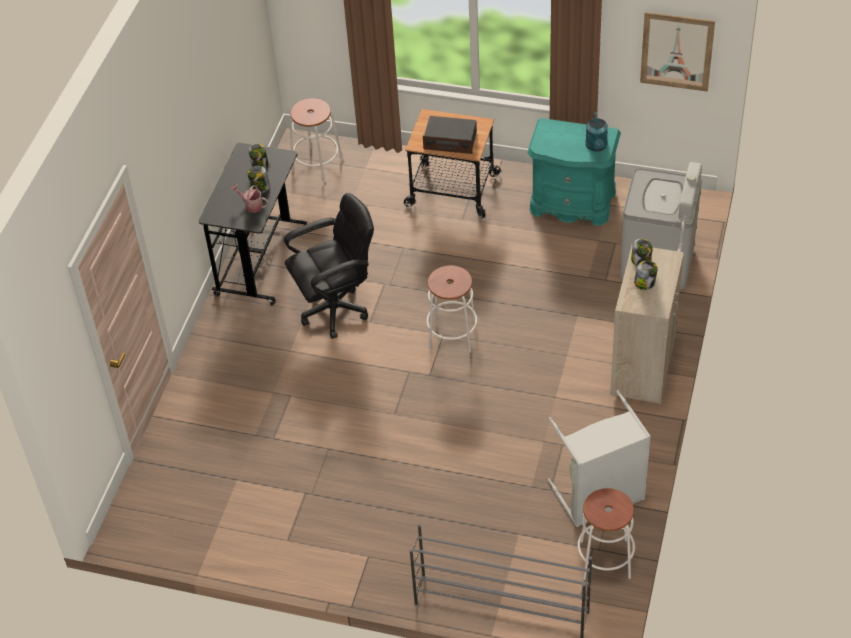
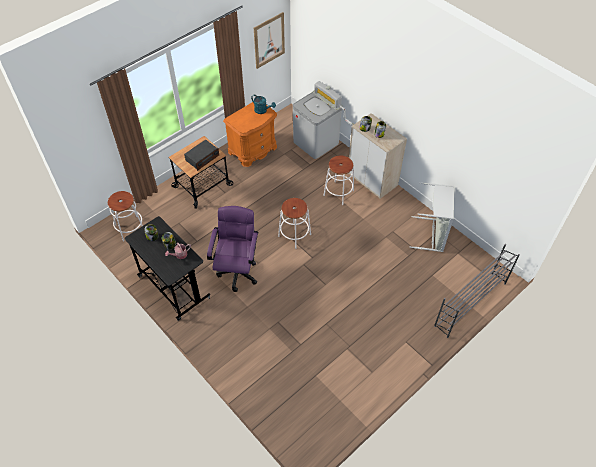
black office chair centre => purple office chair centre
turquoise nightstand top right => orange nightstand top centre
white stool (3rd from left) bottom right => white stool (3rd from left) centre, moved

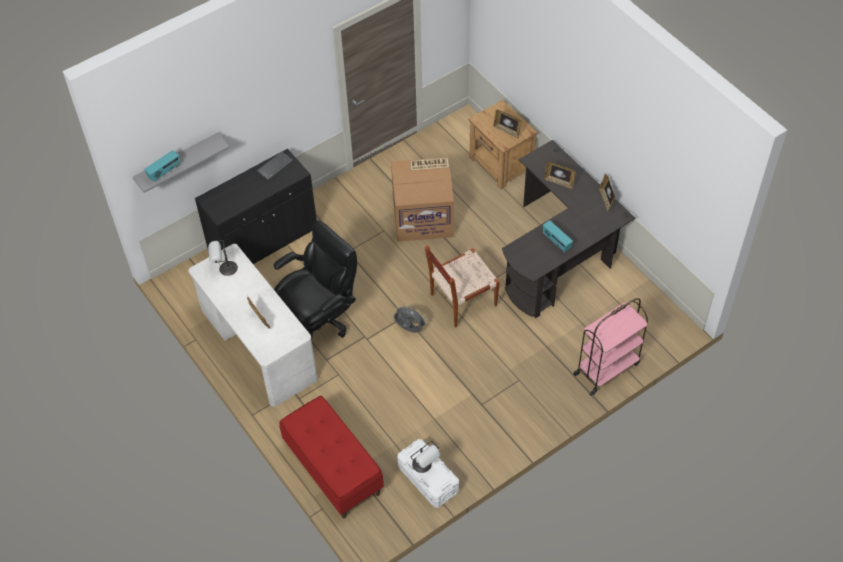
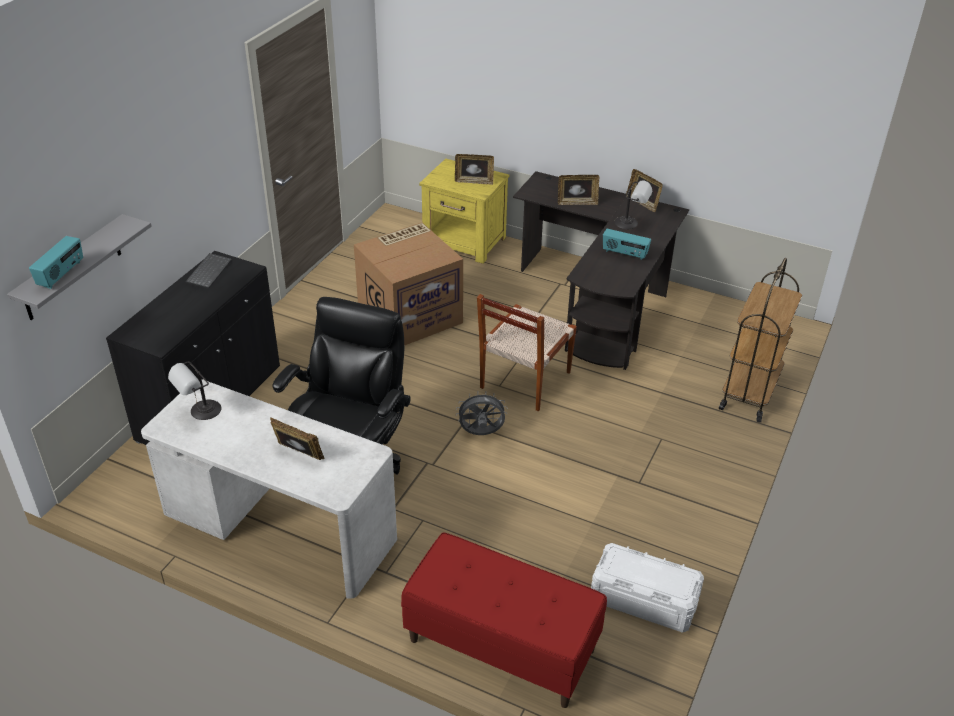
brown nightstand top centre => yellow nightstand top centre
table lamp (2nd from left) bottom centre => table lamp (2nd from left) top centre, moved
pink cart middle right => brown cart middle right

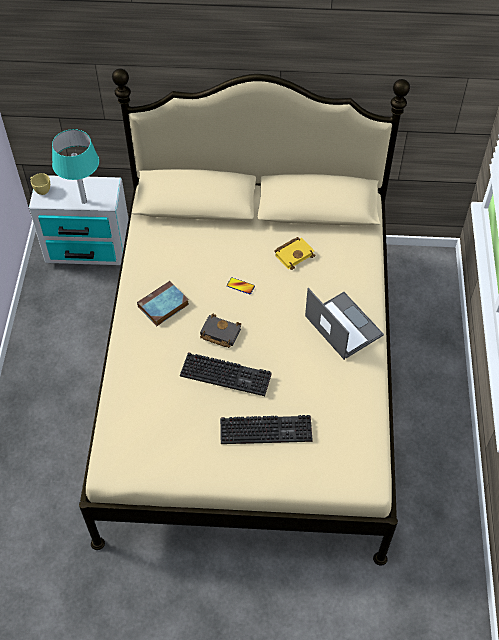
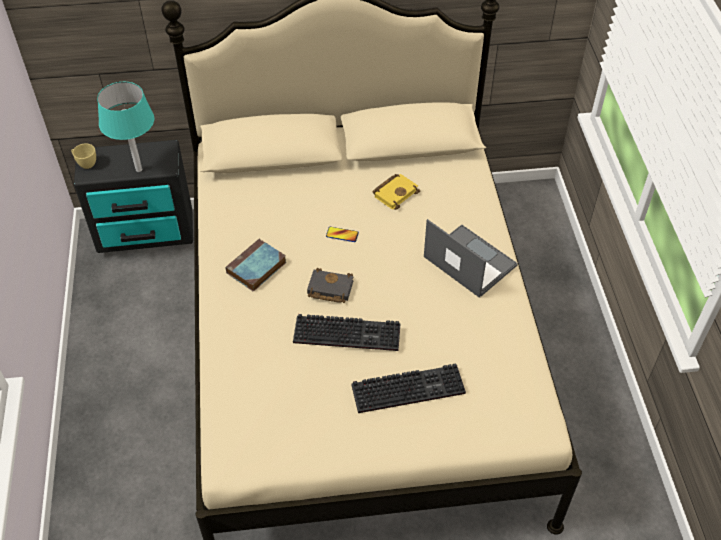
white nightstand middle left => black nightstand middle left

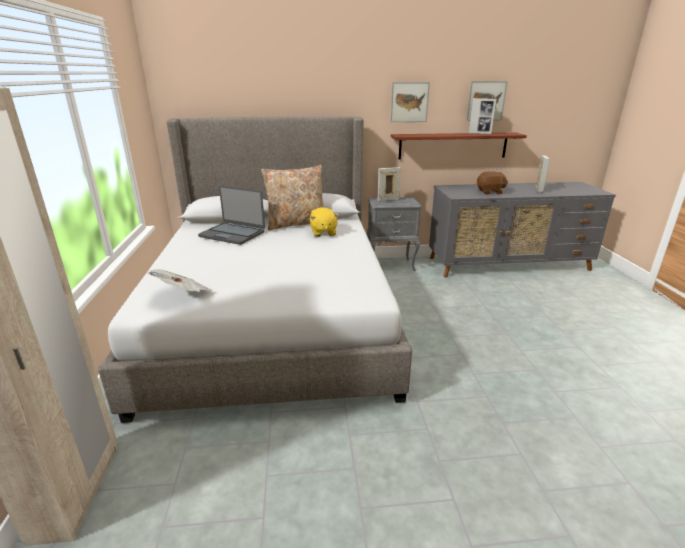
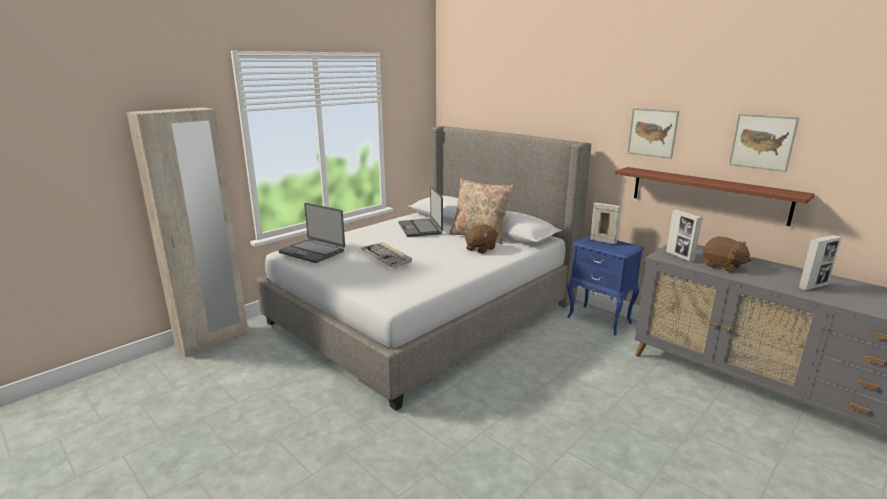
newspaper middle left => laptop (1st from left) centre
nothing => keyboard centre
yellow plush toy centre => brown plush toy (1st from left) centre
grey nightstand centre => blue nightstand middle right
picture frame (2nd from left) top right => picture frame (2nd from left) middle right, moved

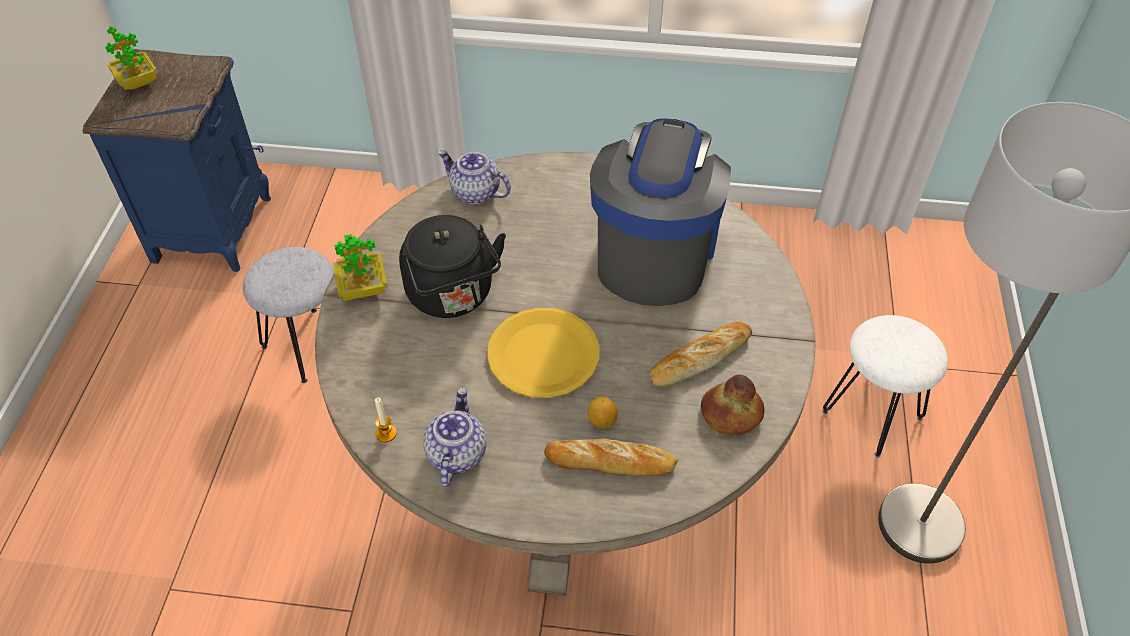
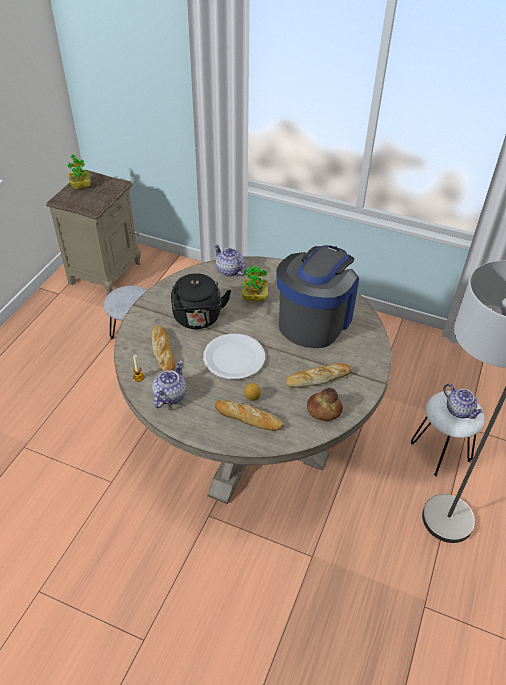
blue nightstand top left => beige nightstand middle left
nothing => bread (1st from left) middle left
yellow plate centre => white plate centre
potted plant (2nd from left) middle left => potted plant (2nd from left) centre, moved
nothing => teapot (3rd from left) middle right

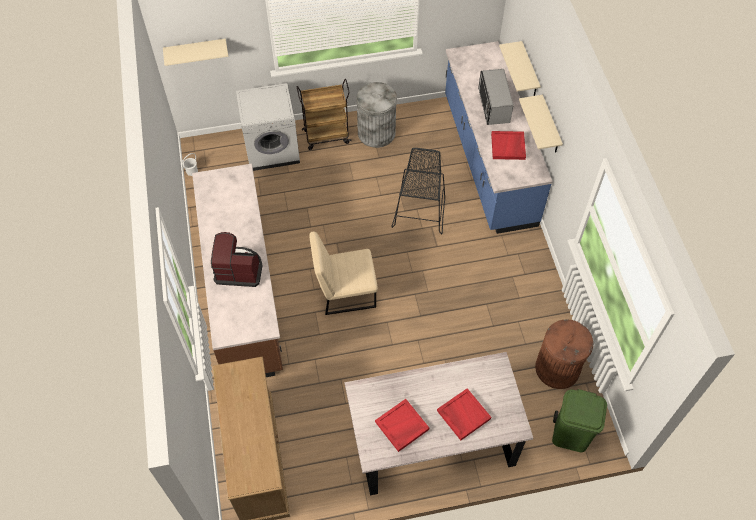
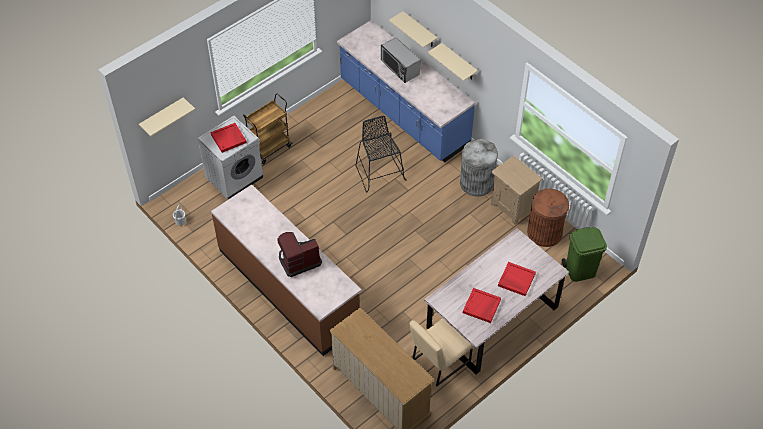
red tray (3rd from left in the first image) top right => red tray (1st from left) top left, moved
beige chair centre => beige chair bottom centre, moved
grey trash can top centre => grey trash can centre, moved
nothing => beige nightstand middle right

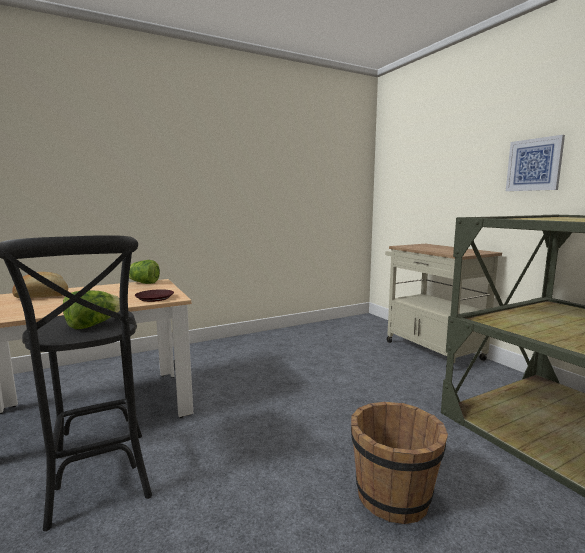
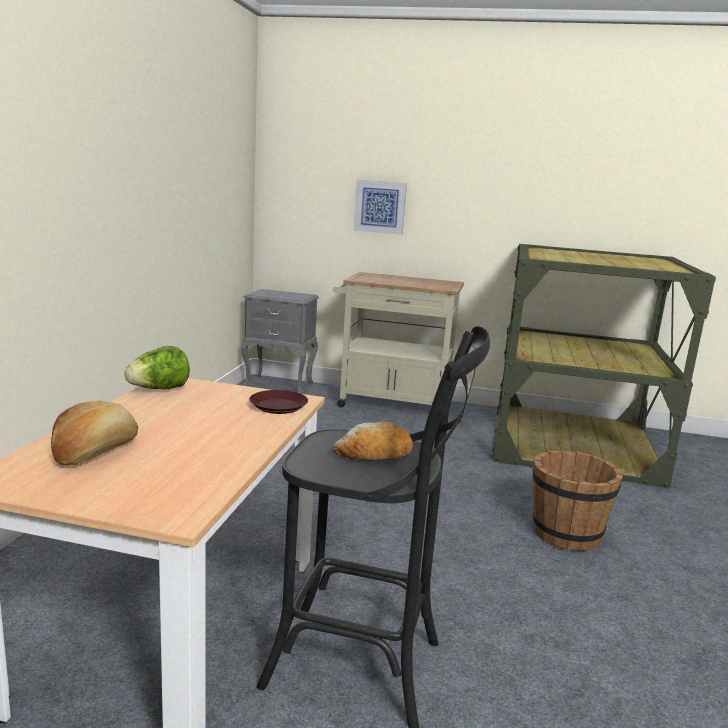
nothing => grey nightstand centre
lettuce (1st from left) middle left => bread (2nd from left) centre
picture top right => picture top centre, moved

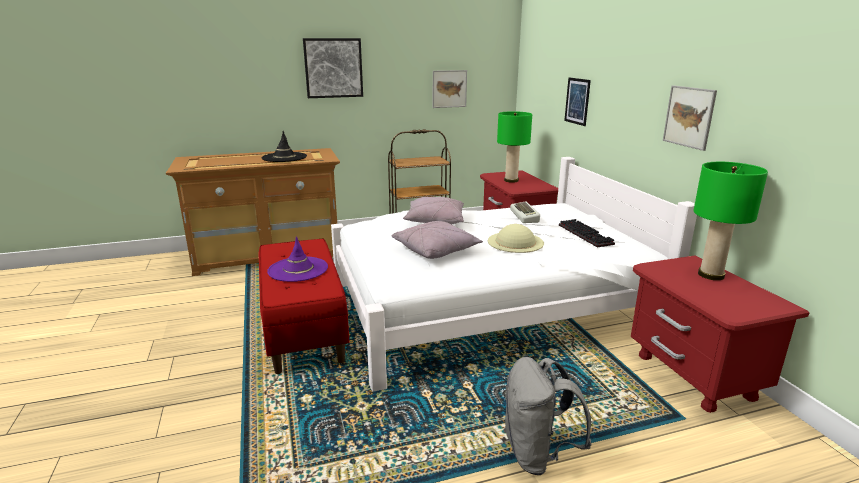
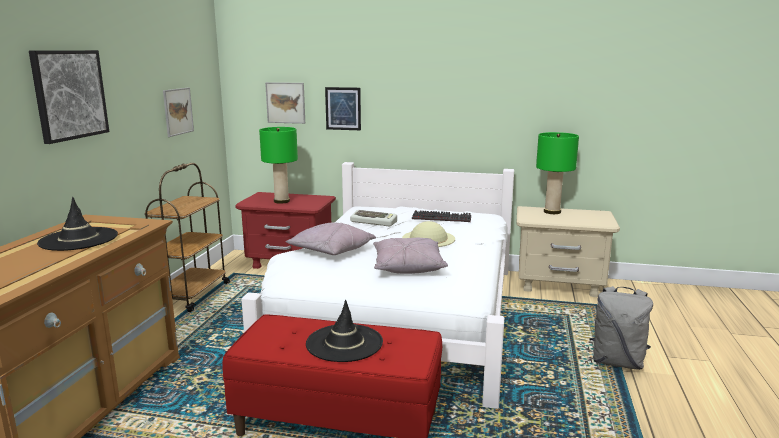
picture (4th from left in the first image) top right => picture (3rd from left) top centre, moved
purple hat centre => black hat (2nd from left) bottom centre
red nightstand (2nd from left) bottom right => beige nightstand middle right

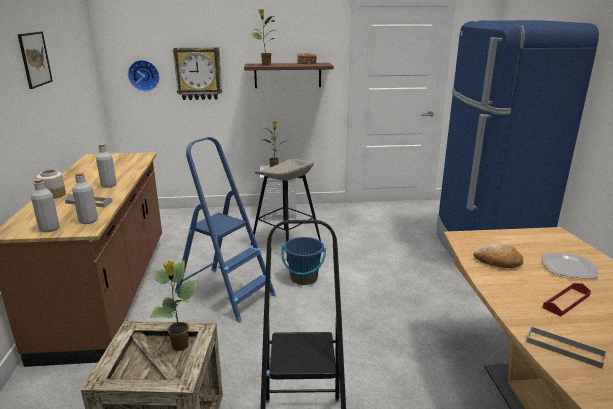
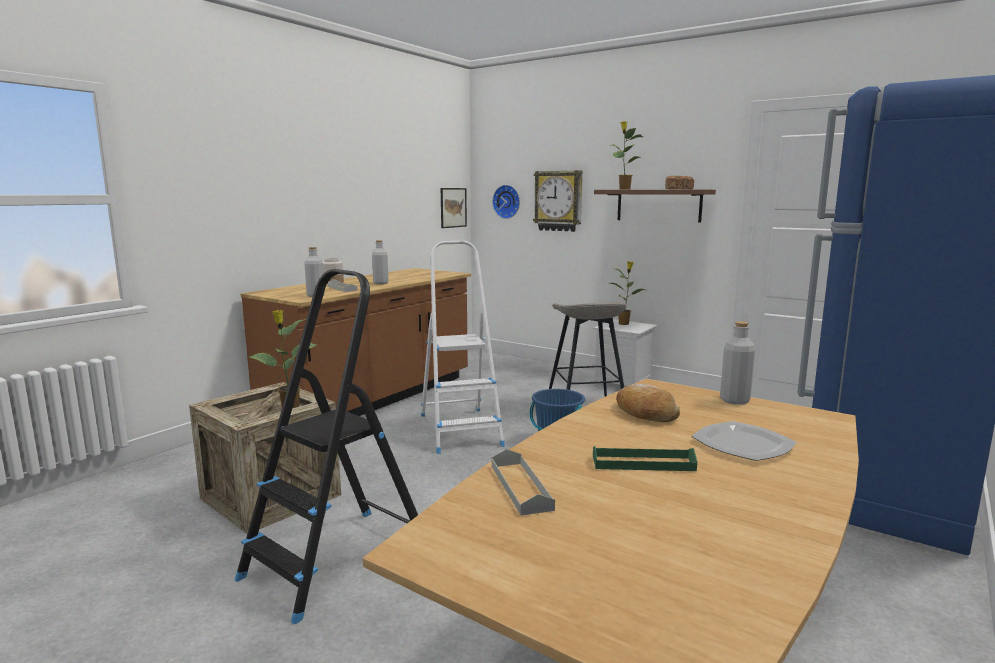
blue step ladder centre => white step ladder centre
picture top left => picture top centre, moved
red tray bottom right => green tray bottom centre
grey bottle (1st from left in the first image) middle left => grey bottle (3rd from left) middle right, moved

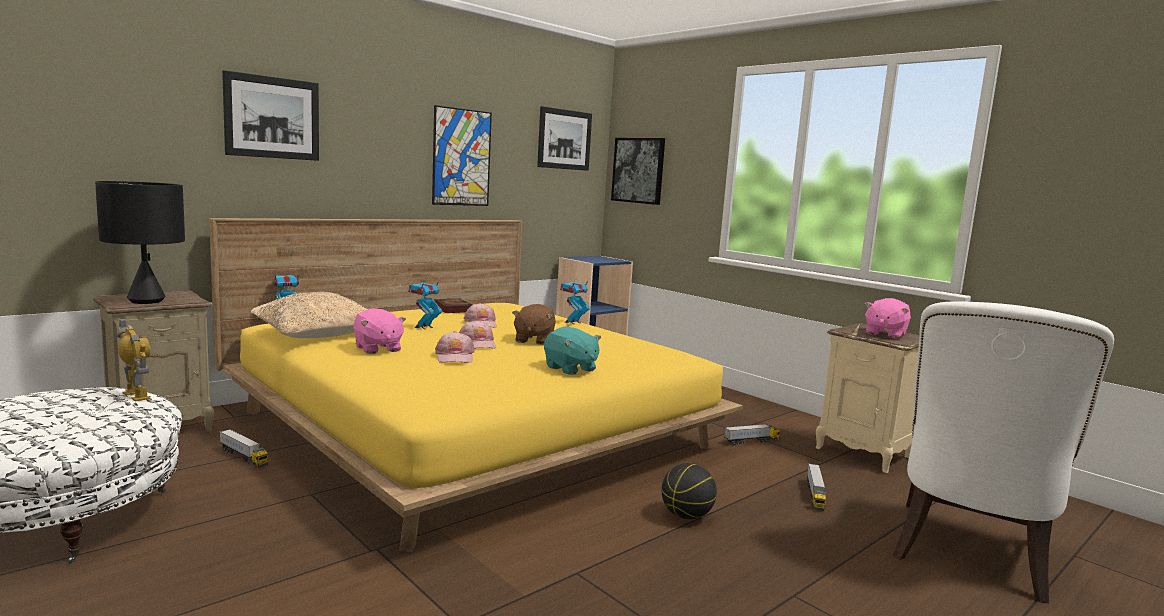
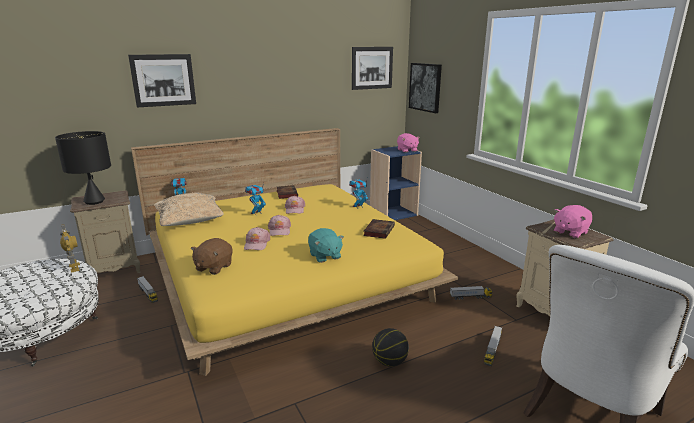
brown plush toy centre => brown plush toy middle left, moved
nothing => book (2nd from left) centre
pink plush toy (1st from left) middle left => pink plush toy (1st from left) centre, moved
picture (2nd from left) top centre => nothing

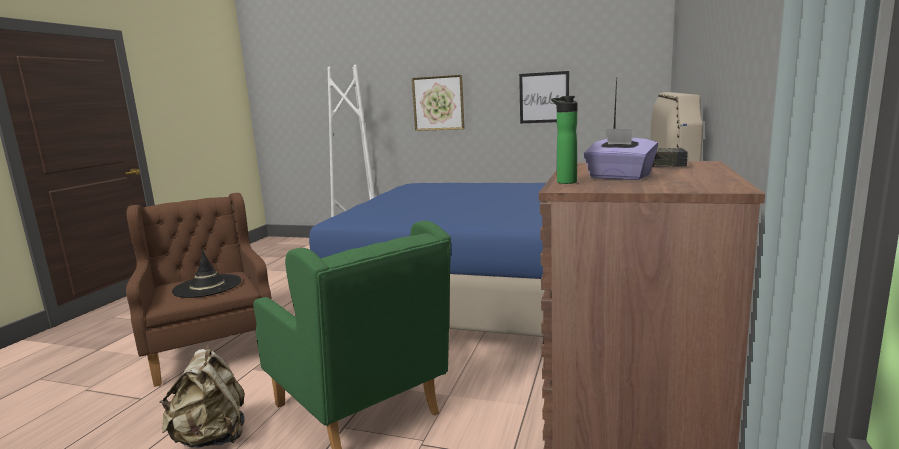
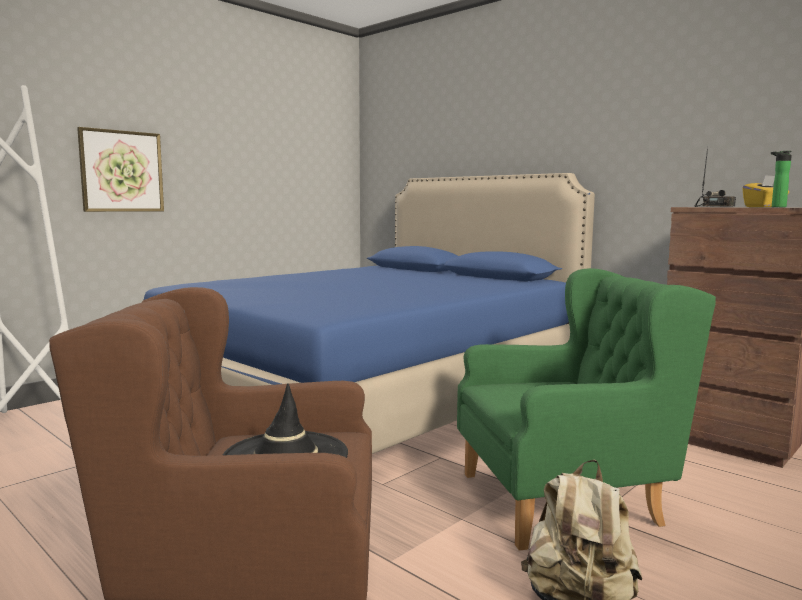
purple tissue box middle right => yellow tissue box top right
picture (2nd from left) top centre => nothing

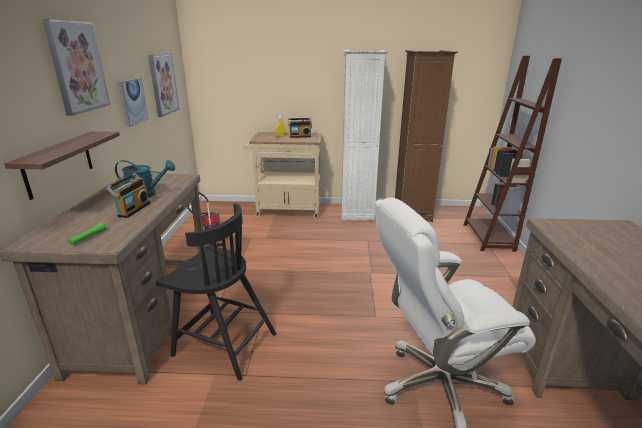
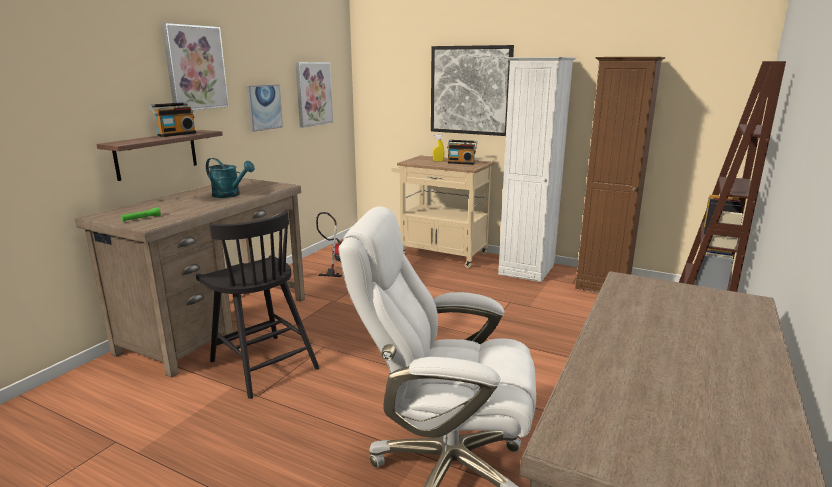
radio (1st from left) middle left => radio (1st from left) top left, moved
nothing => picture (4th from left) top centre

